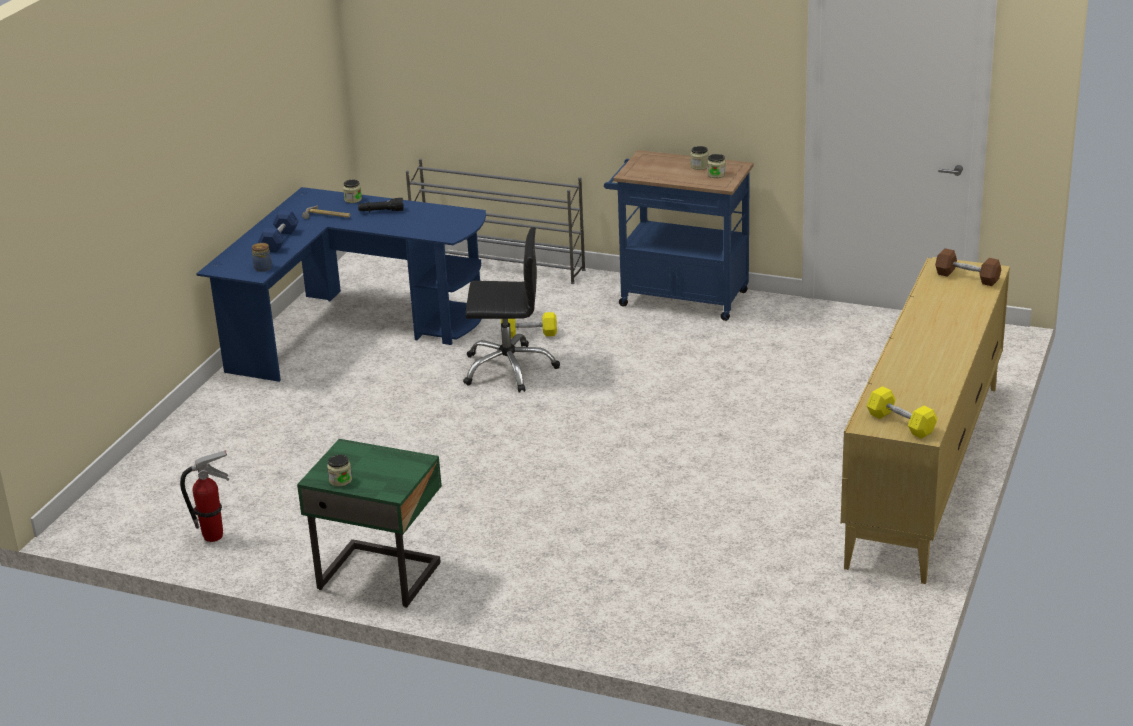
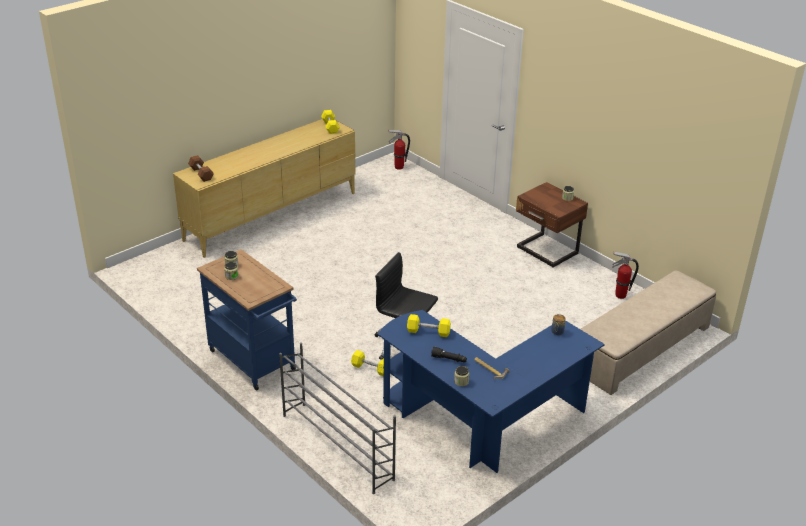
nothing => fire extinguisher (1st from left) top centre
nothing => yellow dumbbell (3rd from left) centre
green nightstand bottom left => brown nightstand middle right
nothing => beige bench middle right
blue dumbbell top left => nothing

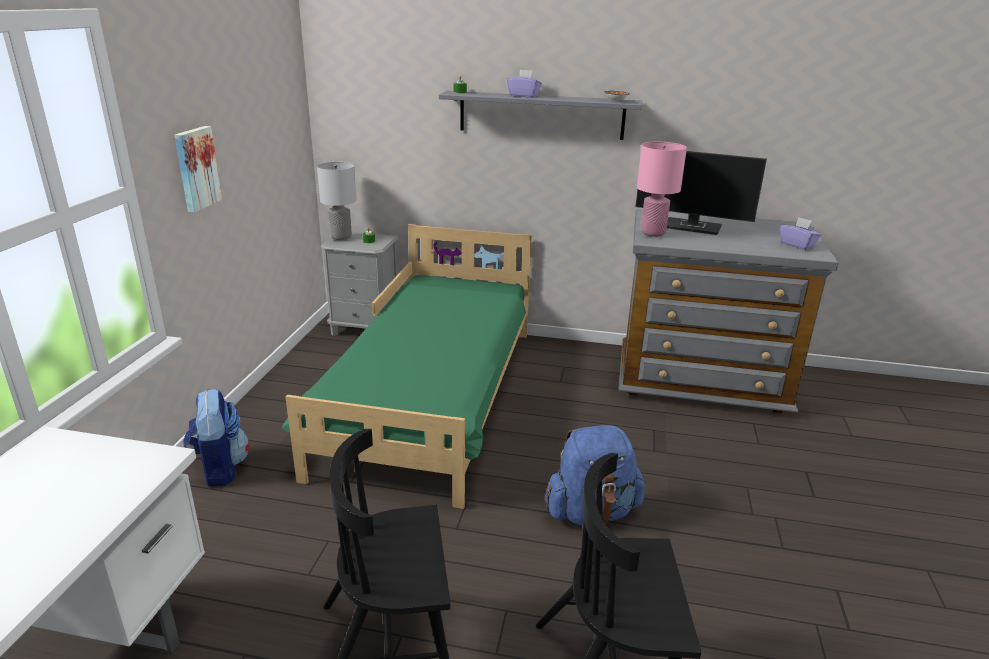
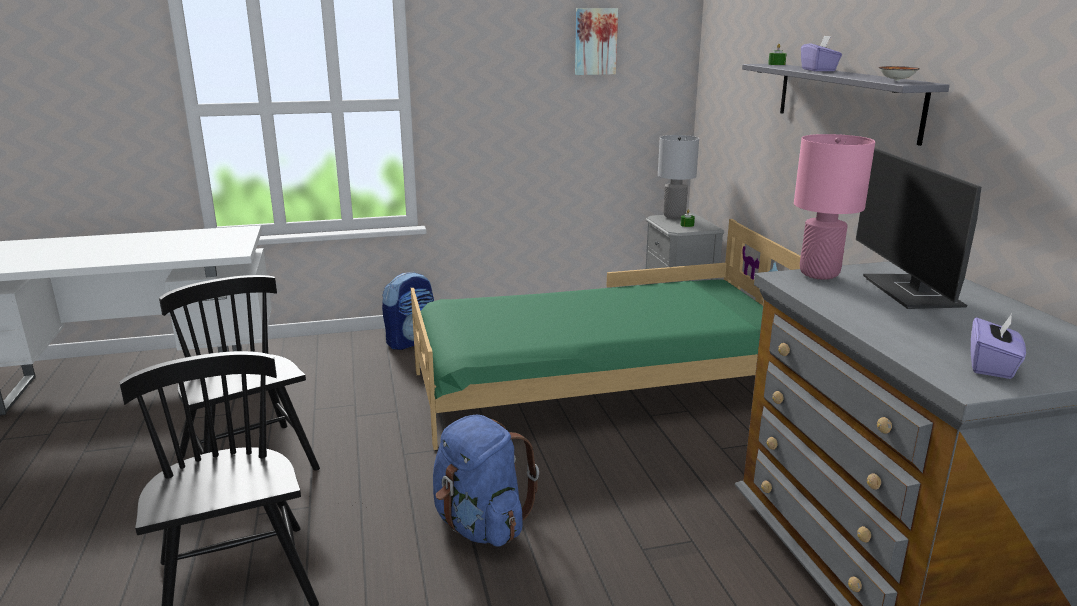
picture top left => picture top centre, moved

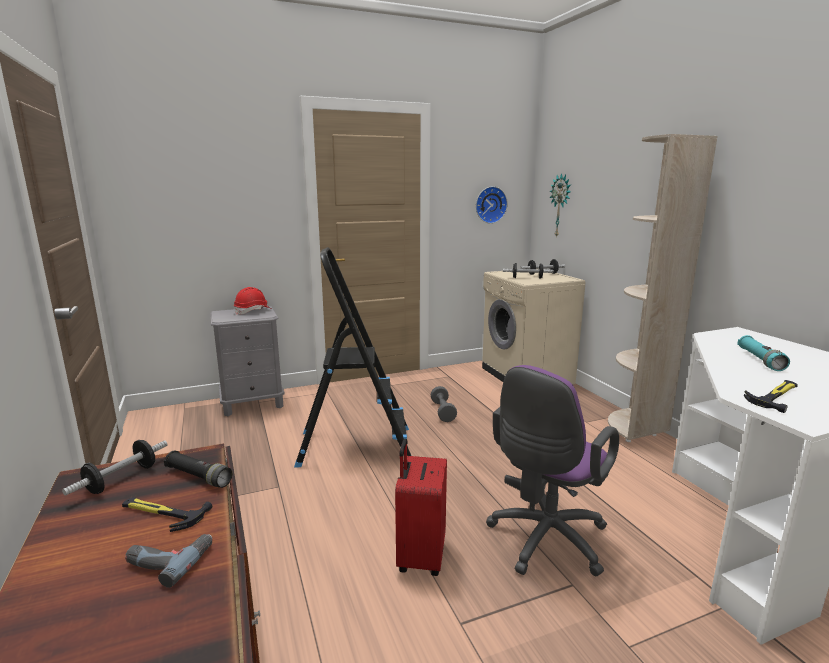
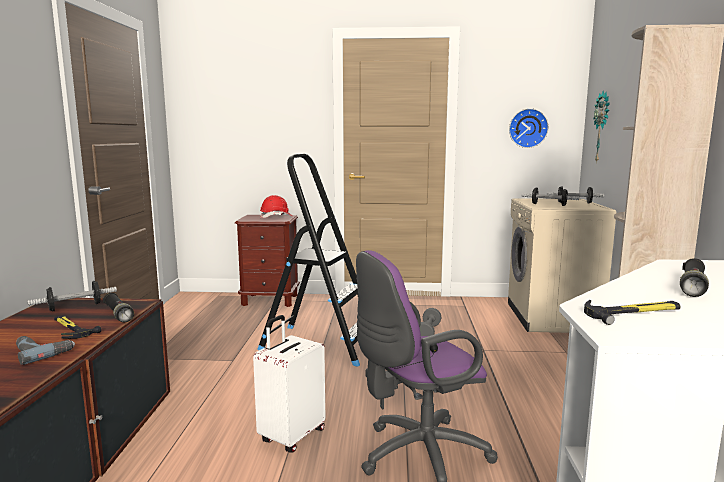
grey nightstand middle left => brown nightstand centre
red suitcase bottom centre => white suitcase bottom centre
turquoise flashlight middle right => black flashlight (2nd from left) middle right

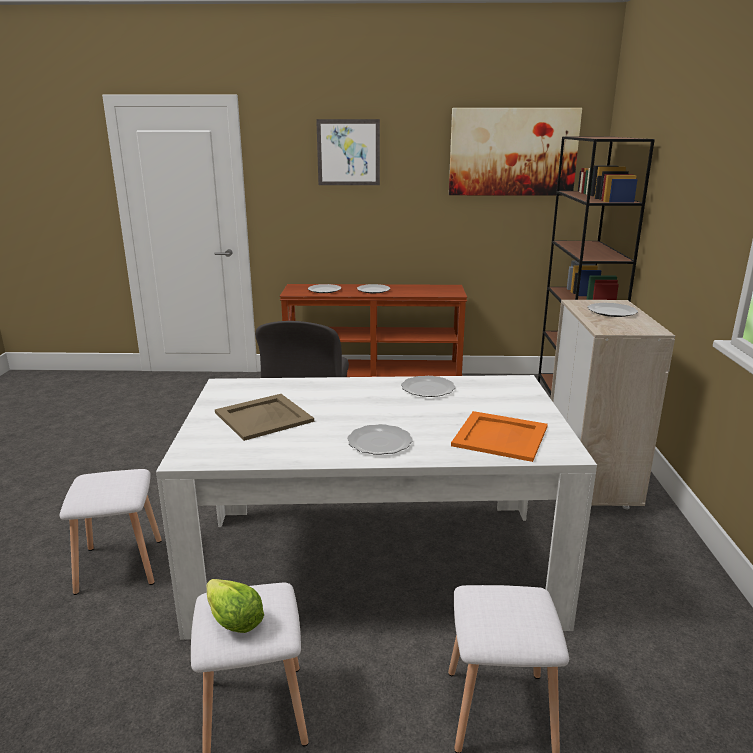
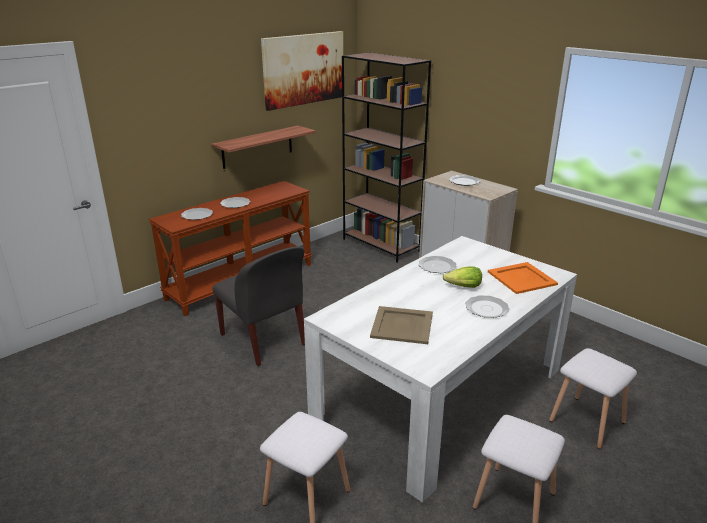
nothing => shelf top centre
lettuce bottom left => lettuce centre, moved
picture (1st from left) top centre => nothing

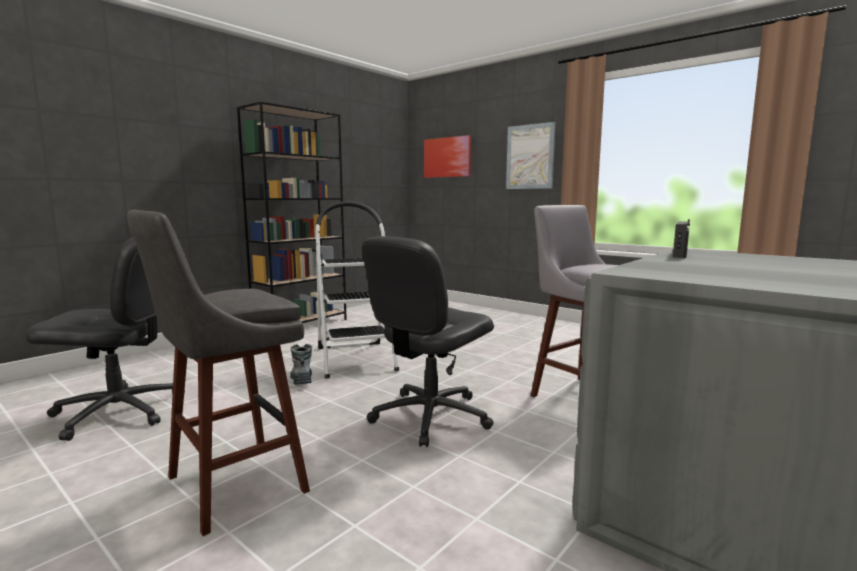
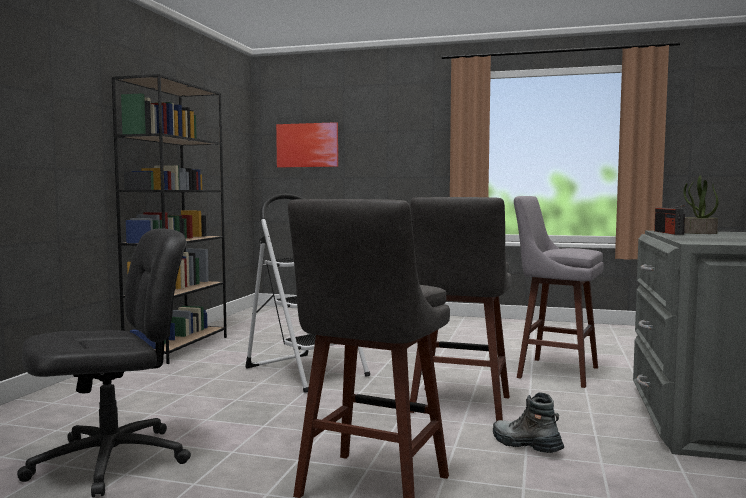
black office chair (2nd from left) centre => grey stool (2nd from left) centre
boot centre => boot bottom right, moved
nothing => potted plant middle right
picture (2nd from left) top centre => nothing

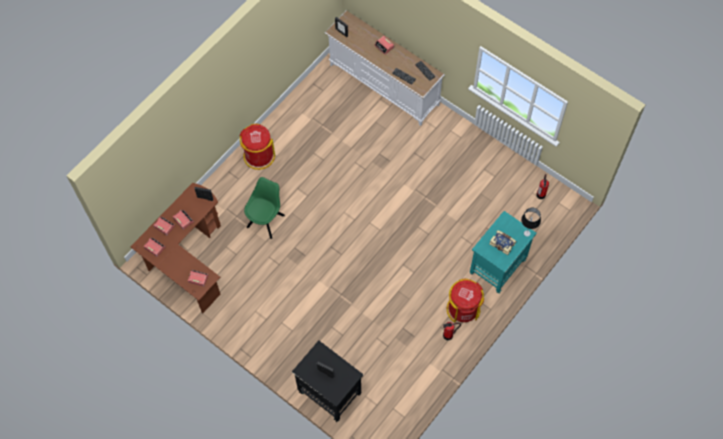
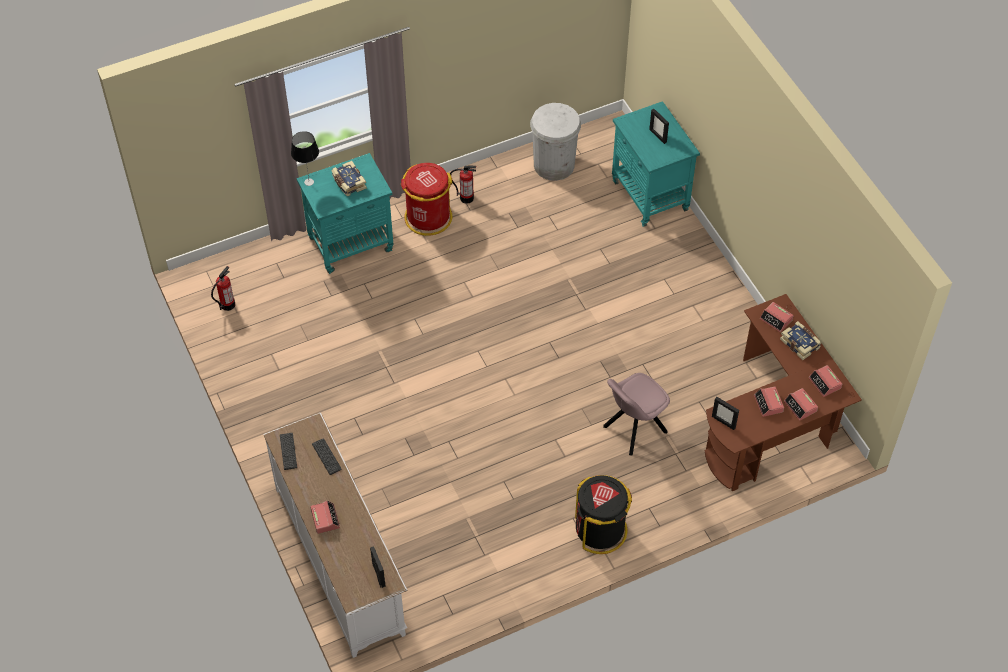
nothing => white trash can top centre
red trash can (1st from left) centre => black trash can bottom centre
green chair centre => pink chair centre
black cart bottom centre => turquoise cart (2nd from left) top centre
nothing => book (2nd from left) middle right

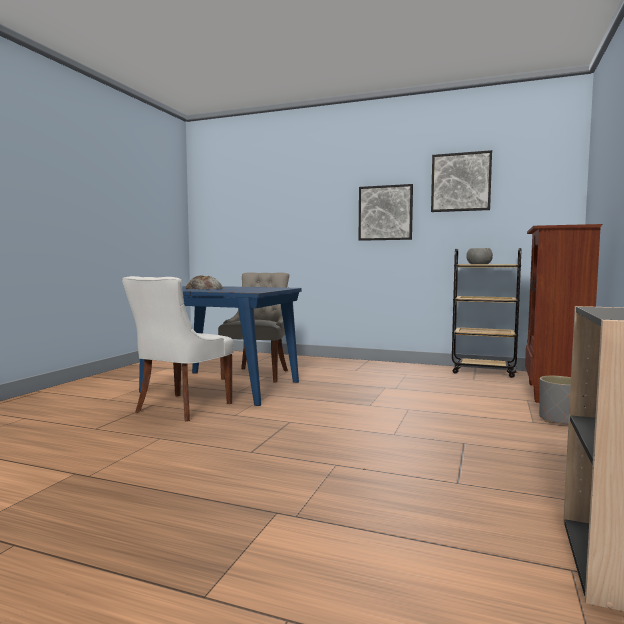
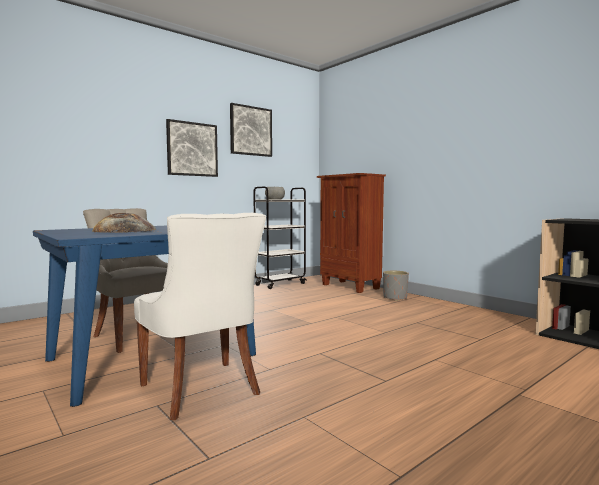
brown cart middle right => white cart centre

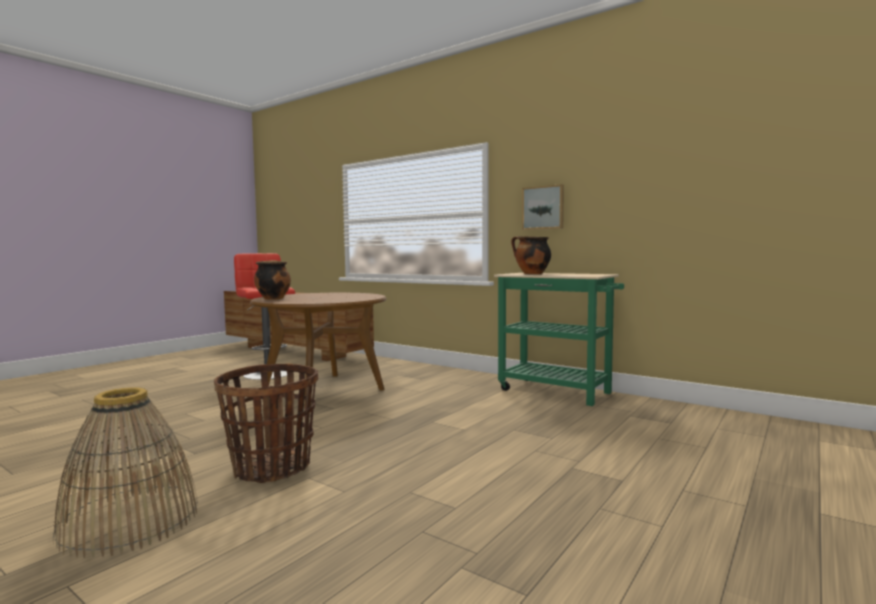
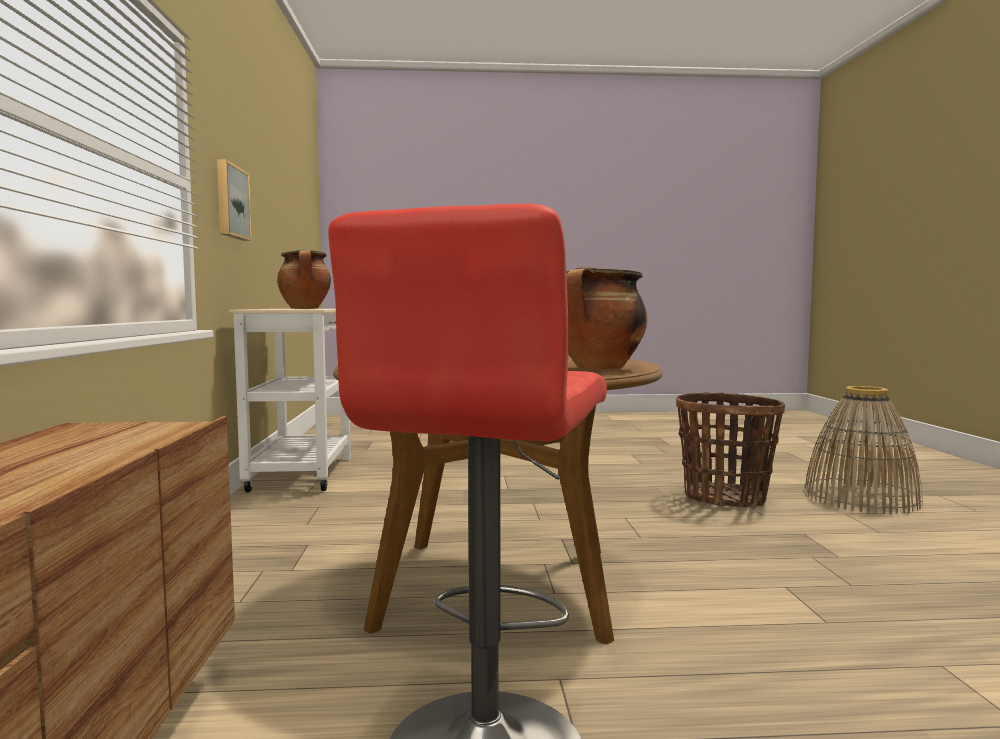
green cart centre => white cart middle left

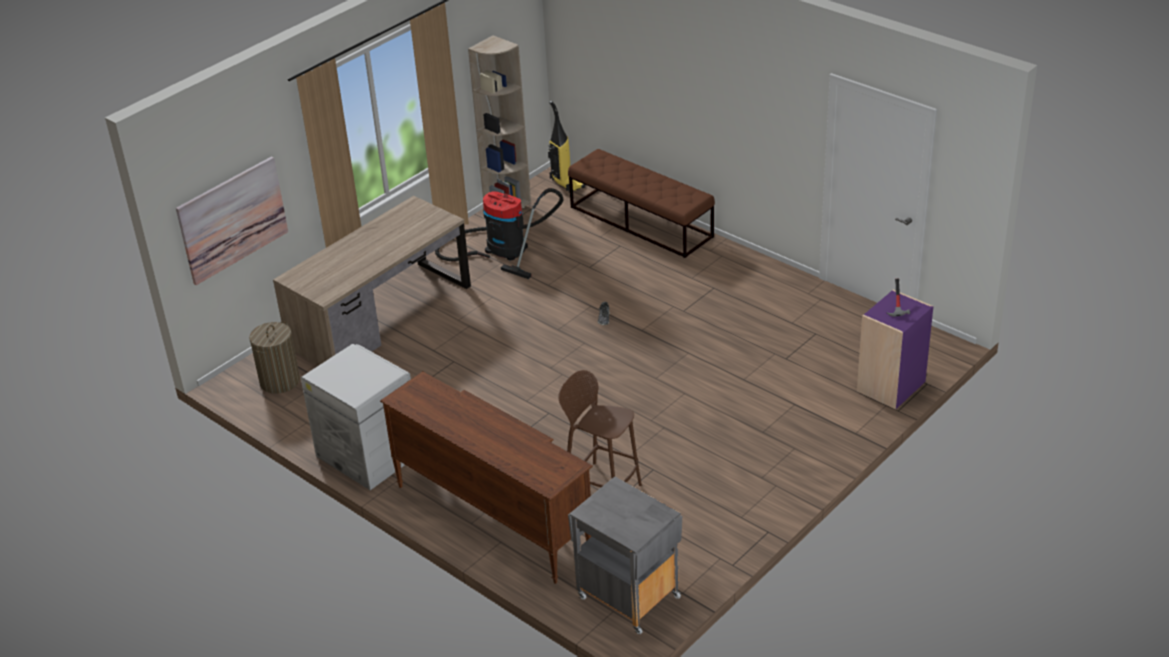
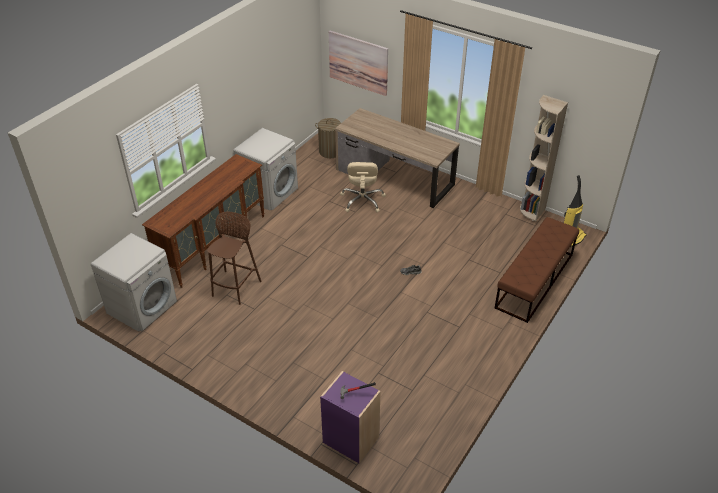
grey cart bottom centre => white washing machine (1st from left) middle left
nothing => beige office chair centre
vacuum cleaner (1st from left) centre => nothing

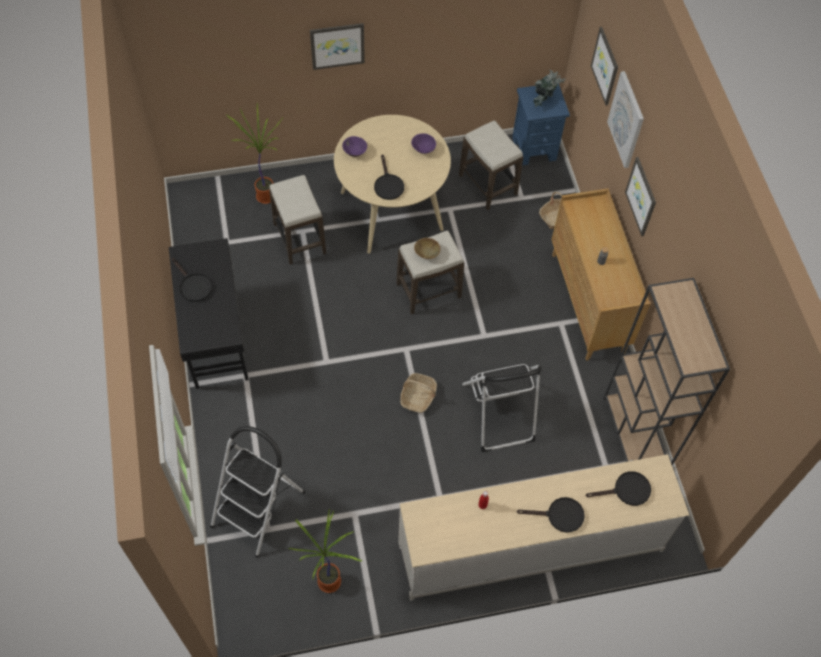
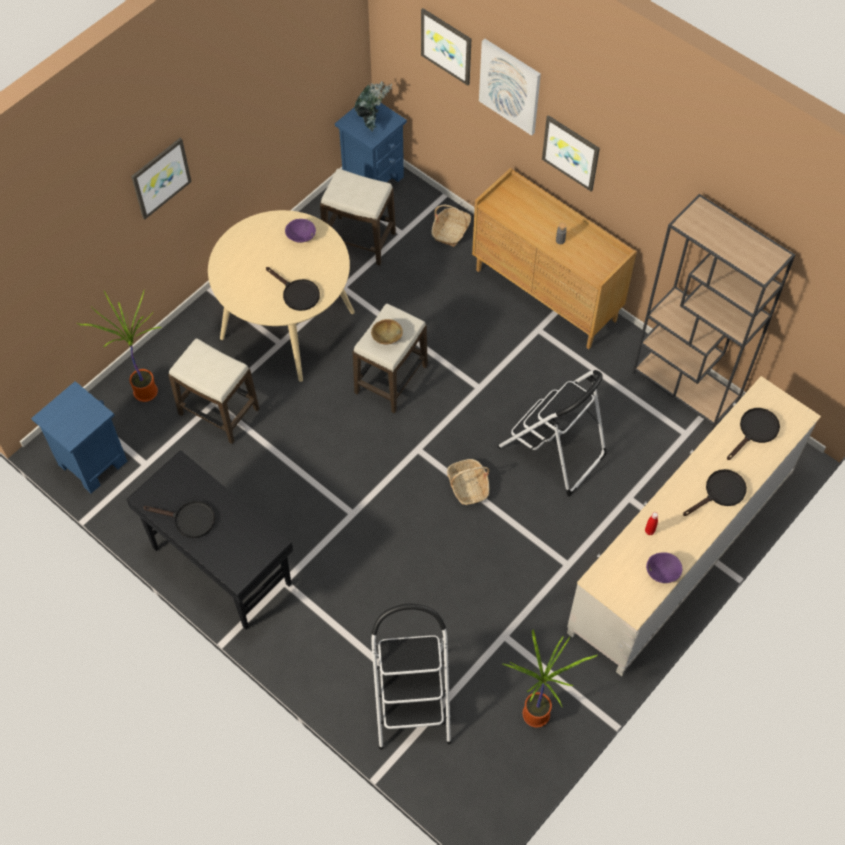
nothing => blue nightstand (1st from left) middle left
purple bowl (1st from left in the first image) top centre => purple bowl (2nd from left) bottom right, moved

